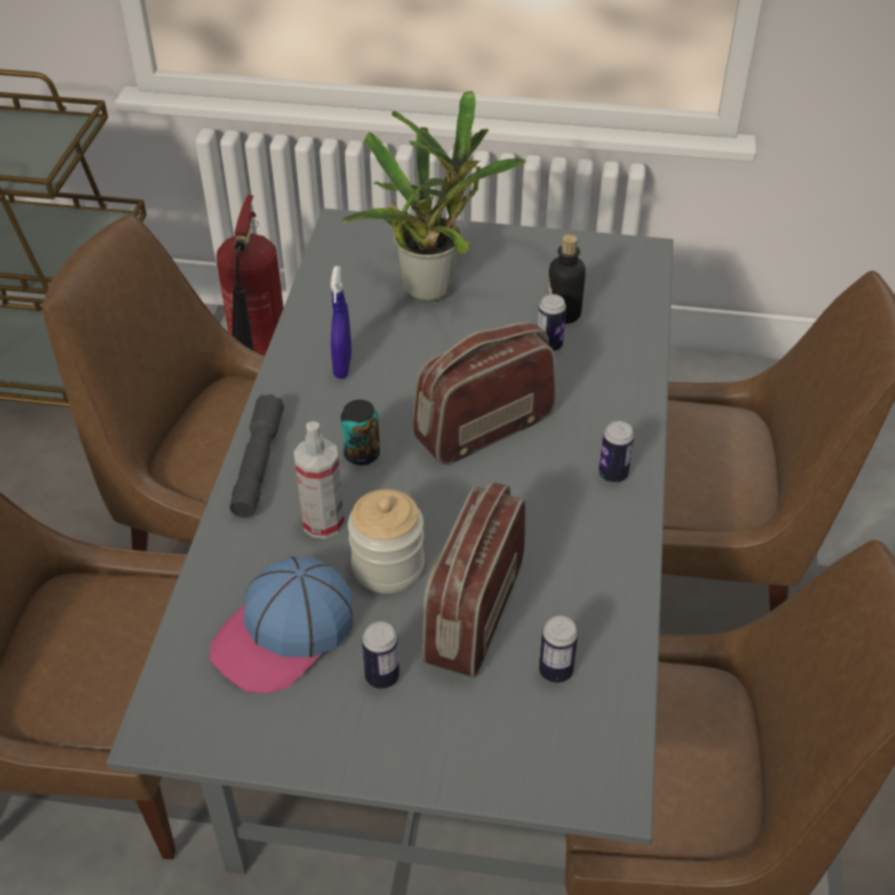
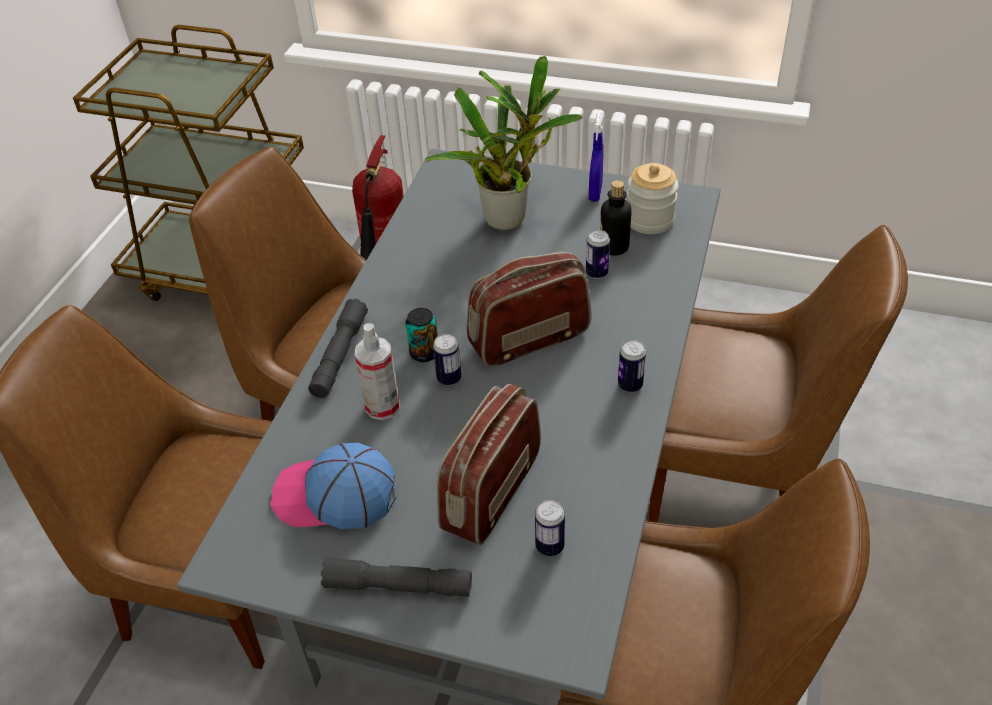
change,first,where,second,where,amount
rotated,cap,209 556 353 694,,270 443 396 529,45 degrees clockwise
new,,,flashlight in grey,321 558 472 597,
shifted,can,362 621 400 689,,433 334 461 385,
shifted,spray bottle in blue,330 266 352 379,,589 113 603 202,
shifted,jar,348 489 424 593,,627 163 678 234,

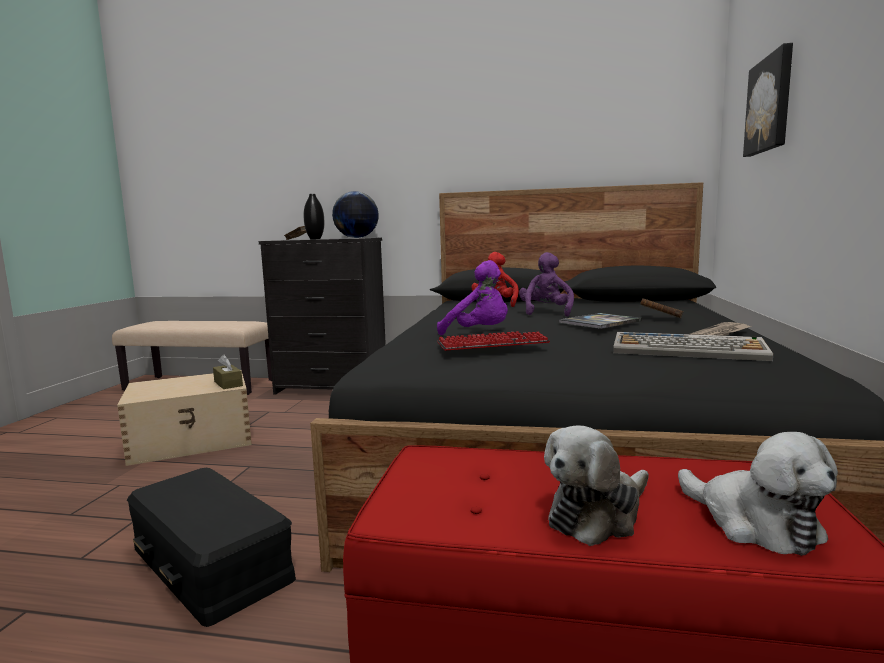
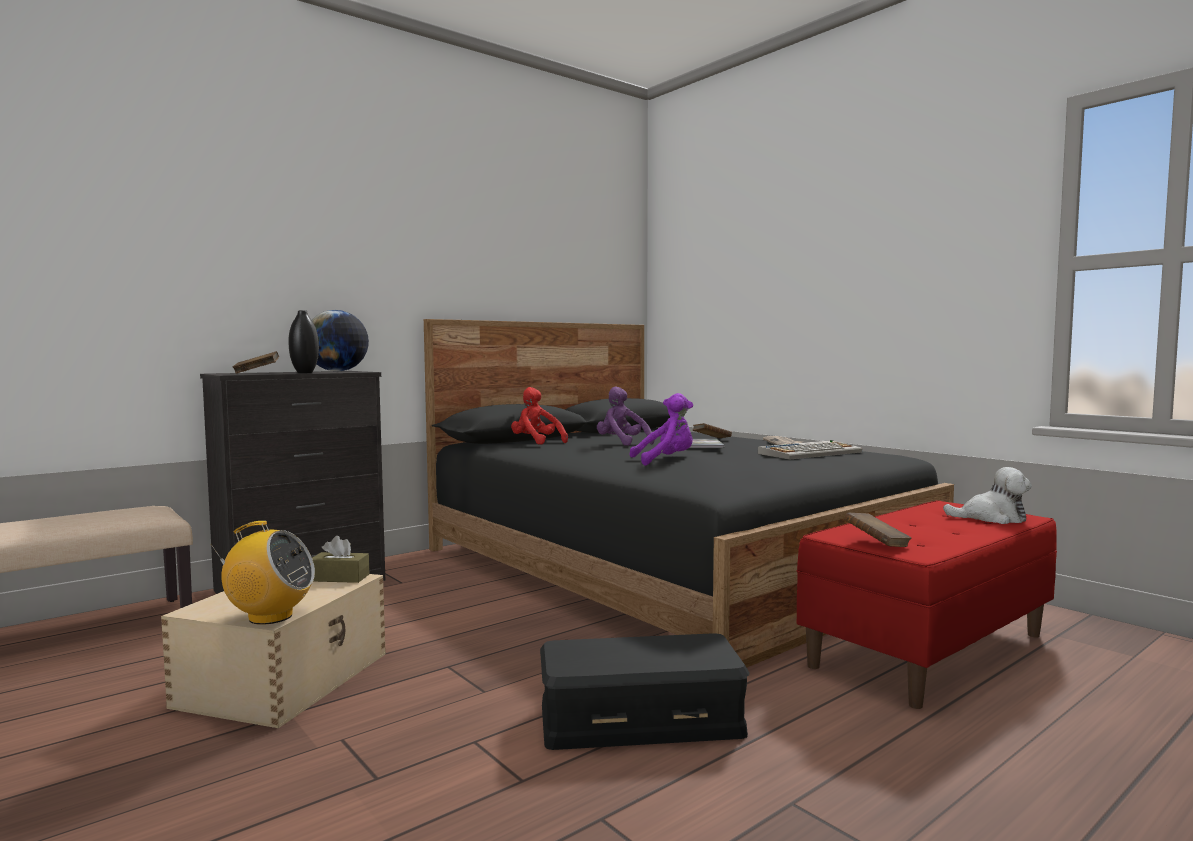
change,first,where,second,where,amount
new,,,radio,210 521 315 625,
new,,,book in brown,844 513 912 547,
gone,keyboard,437 331 550 351,,,
gone,plush toy,544 425 649 546,,,
gone,picture,743 43 793 157,,,

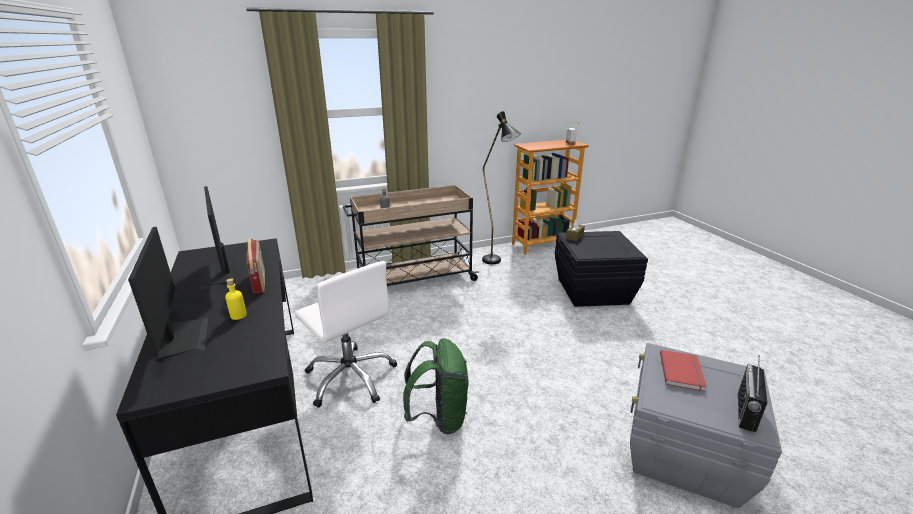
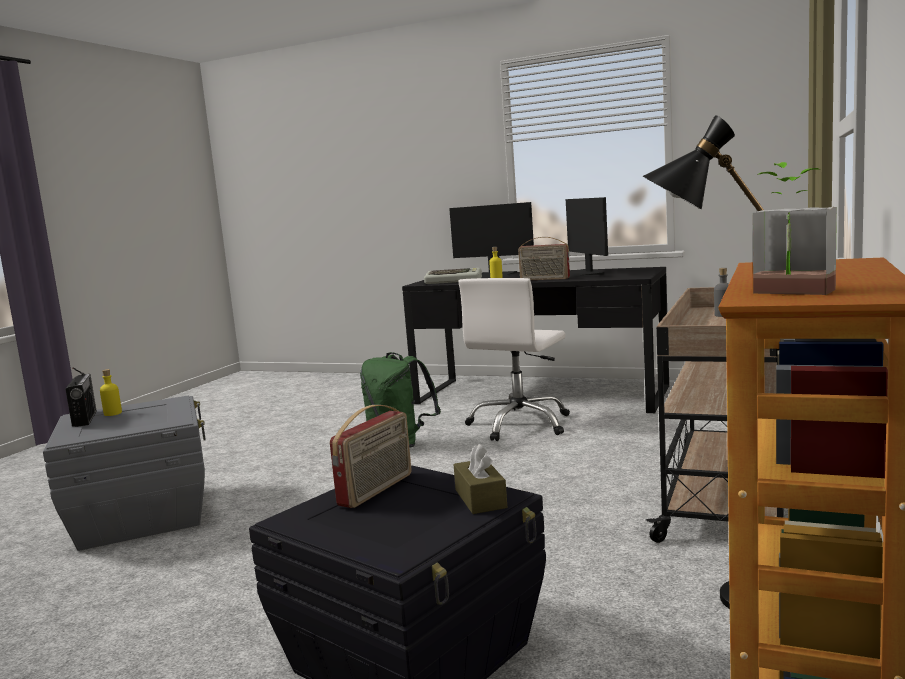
change,first,where,second,where,amount
new,,,bottle in yellow,100 369 122 416,
new,,,radio,330 405 412 508,
new,,,keyboard,424 268 482 284,
rotated,office chair in white,295 261 397 408,,459 278 570 441,60 degrees counterclockwise
rotated,monitor,199 186 235 290,,566 197 608 278,120 degrees counterclockwise
gone,book in red,660 350 707 391,,,

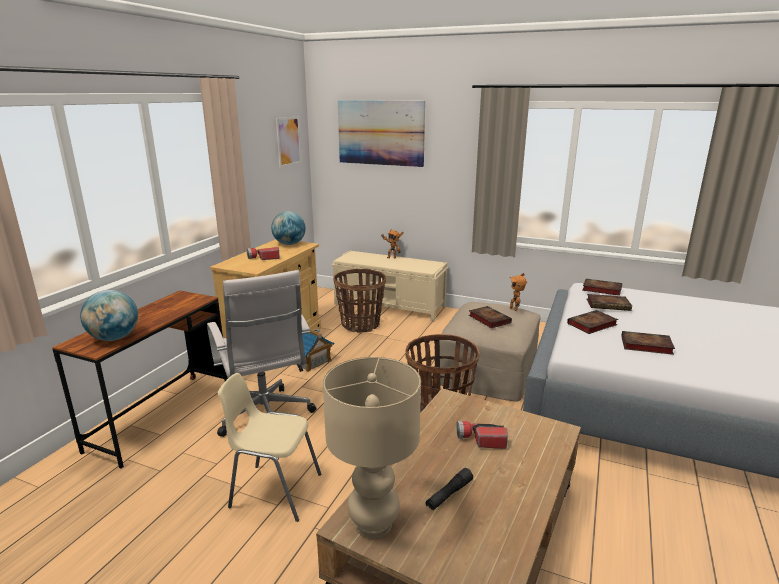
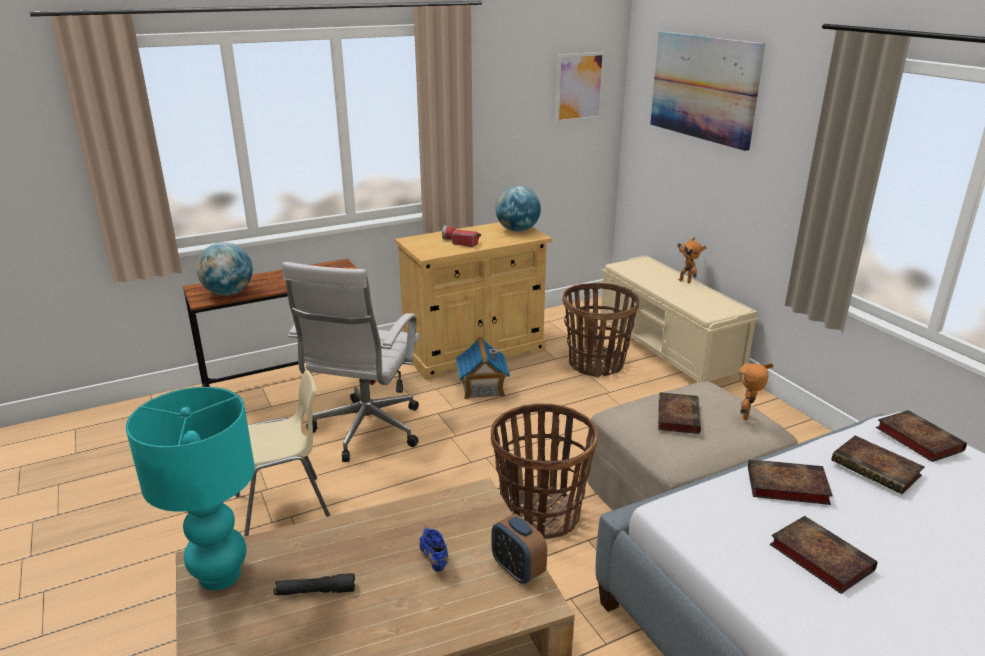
change,first,where,second,where,amount
repainted,table lamp in beige,323 357 421 539,table lamp in turquoise,126 387 255 590,
rotated,chair in beige,218 373 321 522,,235 370 330 536,105 degrees clockwise
swapped,flashlight,456 421 508 449,shoe in blue,419 526 448 572,
new,,,alarm clock,492 514 547 584,

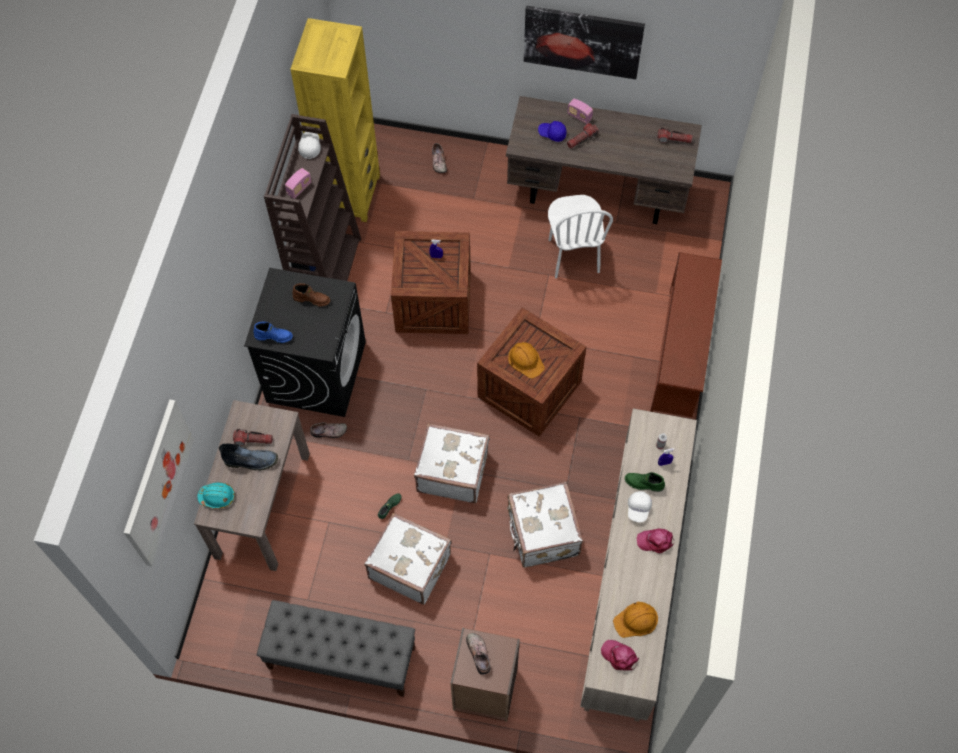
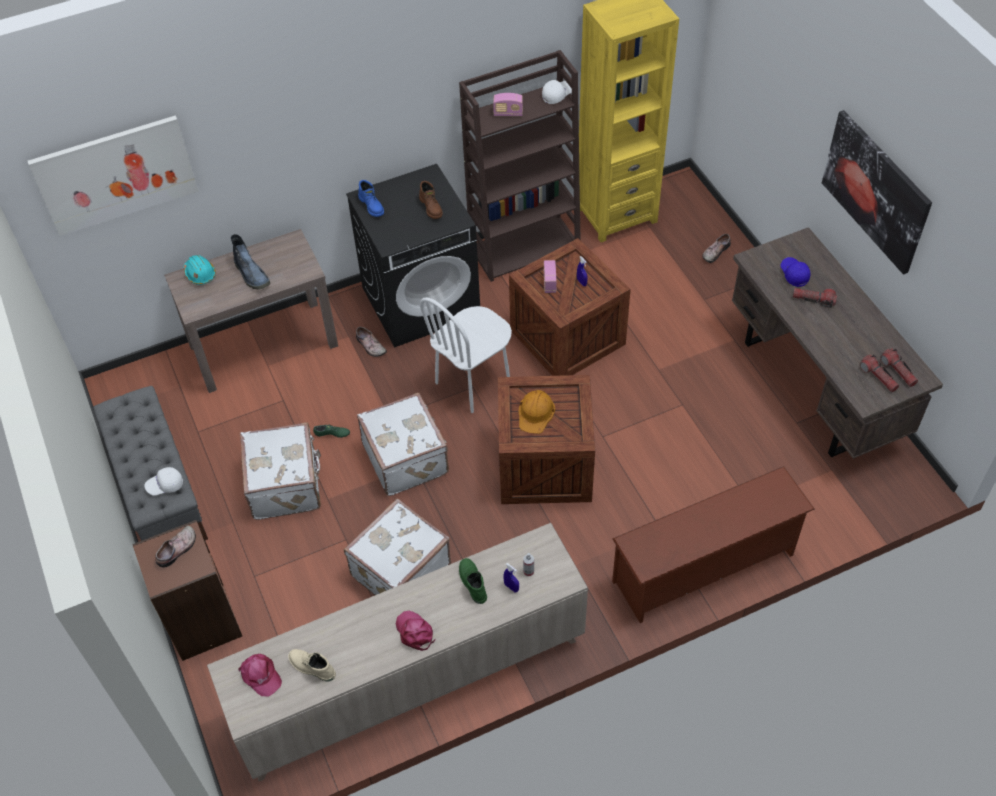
change,first,where,second,where,amount
shifted,cap in white,628 491 652 522,,144 467 183 496,
rotated,cap in pink,601 640 639 671,,239 654 282 697,135 degrees clockwise
swapped,hard hat in orange,613 602 658 638,boot in beige,288 649 336 681,
shifted,chair in white,548 195 613 278,,420 297 512 413,
shifted,radio,567 99 593 124,,544 260 556 293,
shifted,flashlight,233 429 273 446,,860 354 899 392,

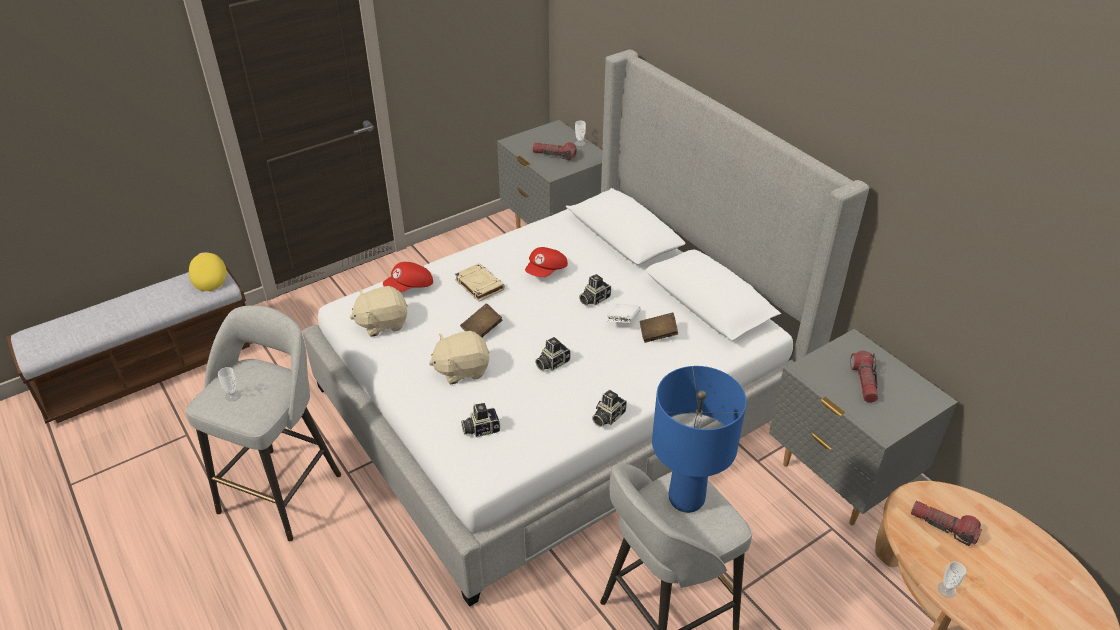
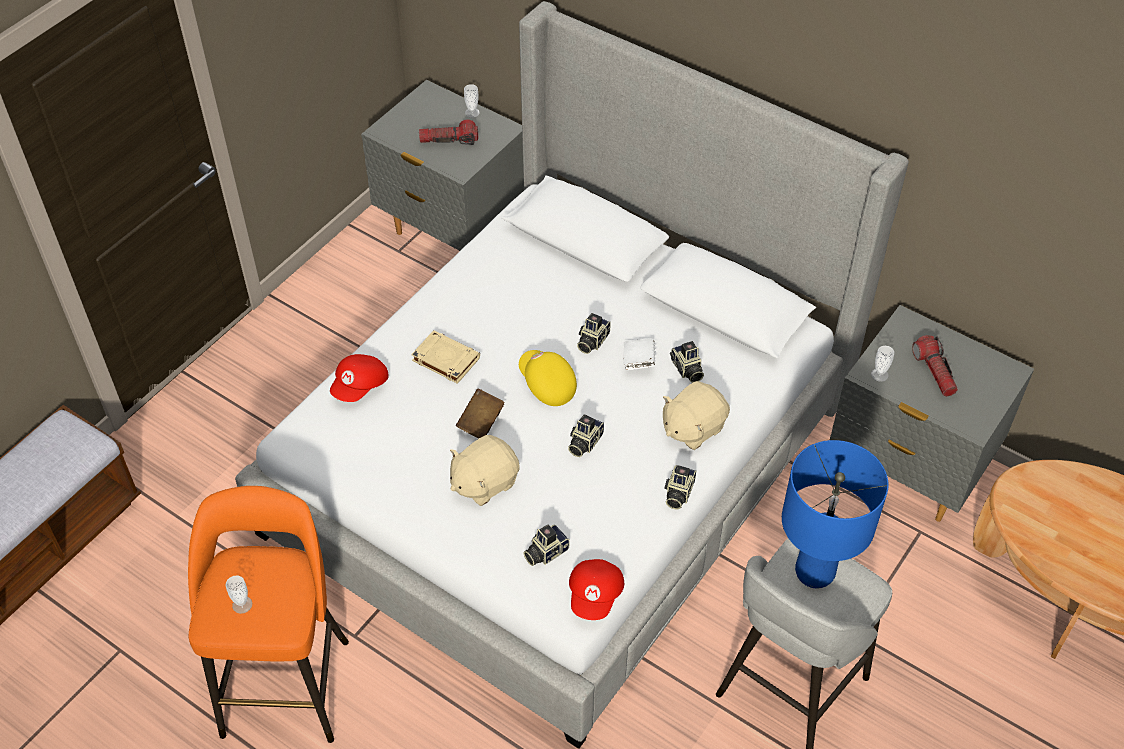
change,first,where,second,where,amount
repainted,stool in grey,186 305 341 541,stool in orange,188 486 349 743,
shifted,cap in yellow,189 252 227 291,,519 350 577 406,
shifted,cap in red,525 247 568 277,,569 559 624 620,
shifted,plush toy in beige,350 286 408 337,,663 381 730 450,
swapped,book in brown,640 312 678 343,photo camera,670 341 704 383,
shifted,cup,938 562 966 598,,871 346 894 382,
gone,flashlight,911 500 982 546,,,

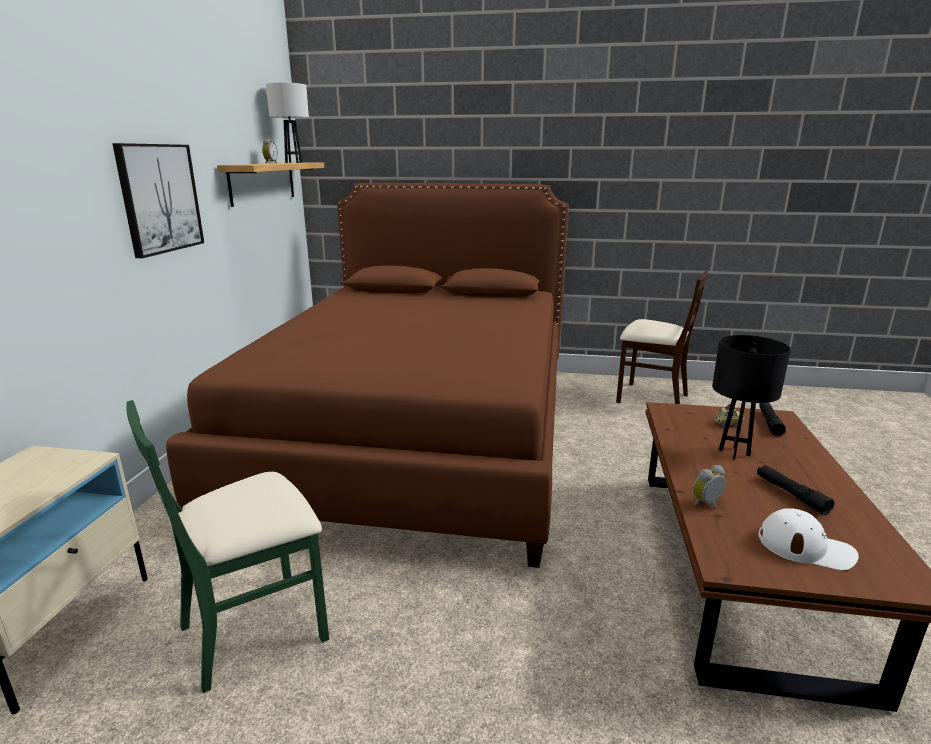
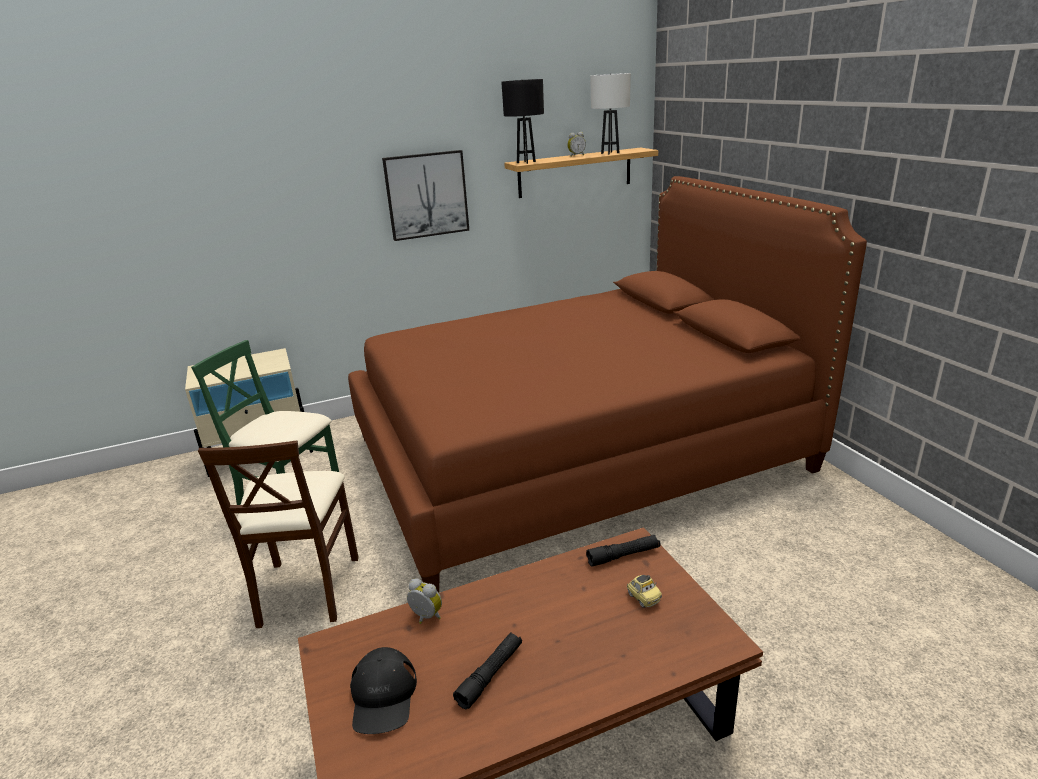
change,first,where,second,where,amount
shifted,chair in beige,616 270 708 404,,198 440 359 628,
repainted,cap in white,758 508 859 570,cap in black,350 647 417 734,
shifted,table lamp in black,712 335 791 460,,501 79 544 164,
shifted,flashlight in black,759 403 786 436,,586 535 660 567,

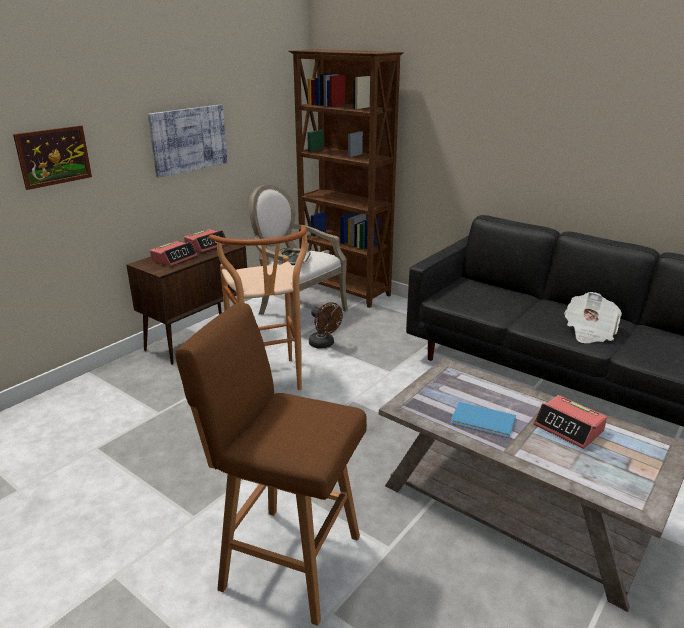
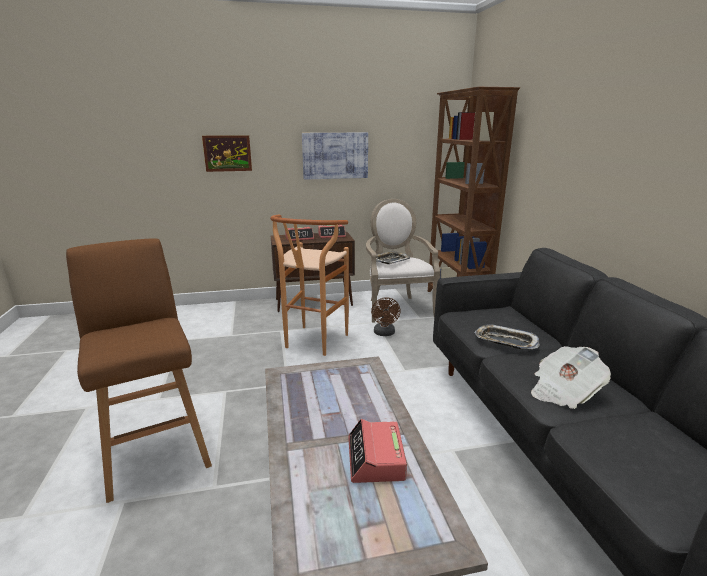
change,first,where,second,where,amount
new,,,tray,475 324 540 349,
gone,book in blue,450 402 516 438,,,

